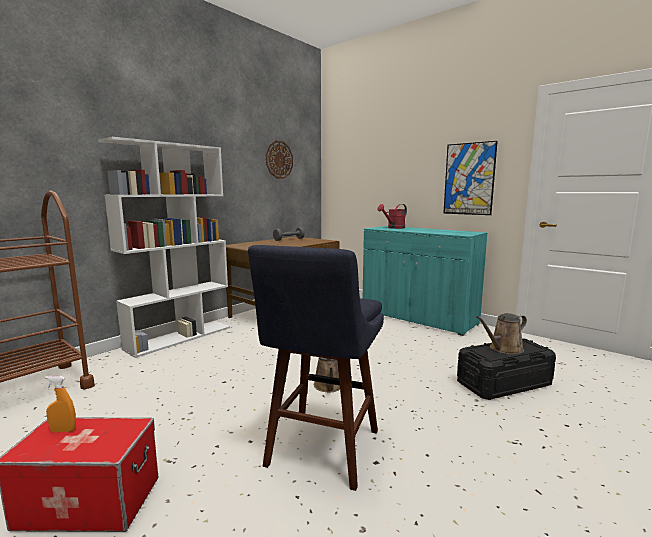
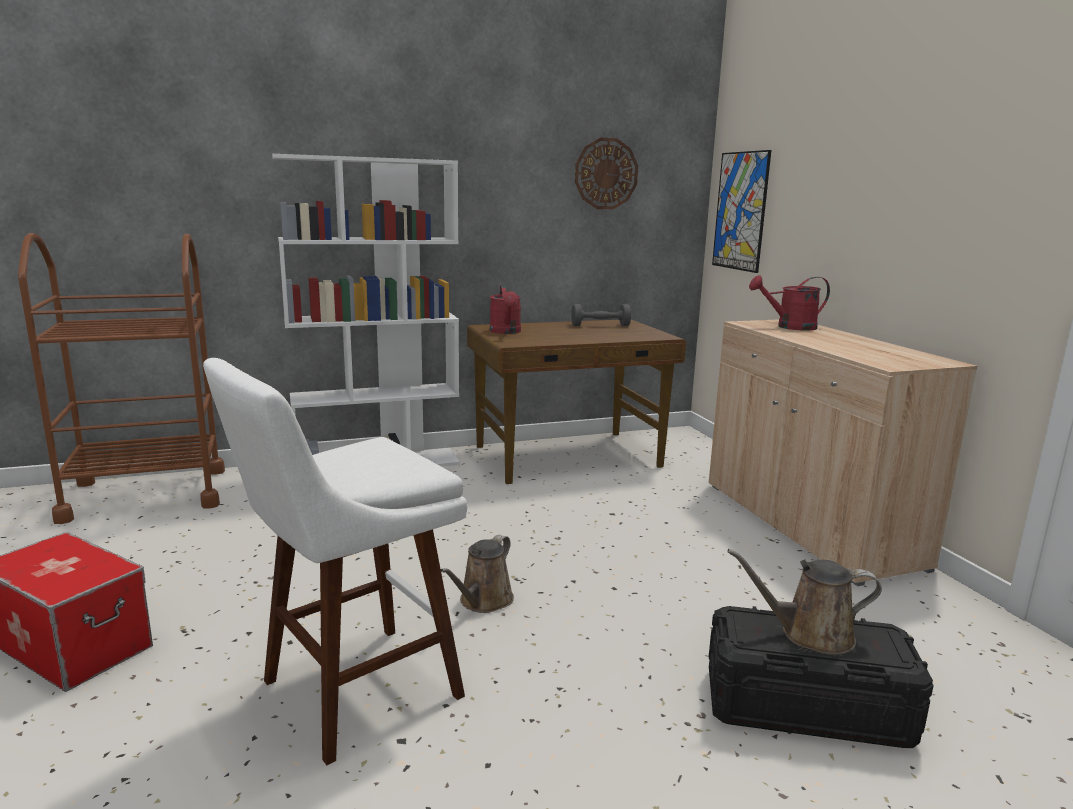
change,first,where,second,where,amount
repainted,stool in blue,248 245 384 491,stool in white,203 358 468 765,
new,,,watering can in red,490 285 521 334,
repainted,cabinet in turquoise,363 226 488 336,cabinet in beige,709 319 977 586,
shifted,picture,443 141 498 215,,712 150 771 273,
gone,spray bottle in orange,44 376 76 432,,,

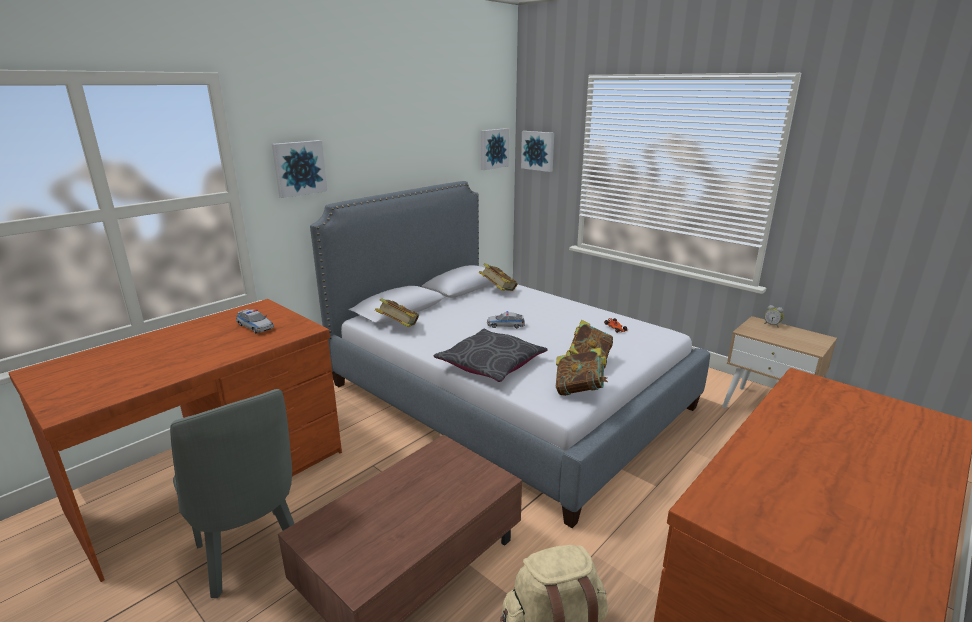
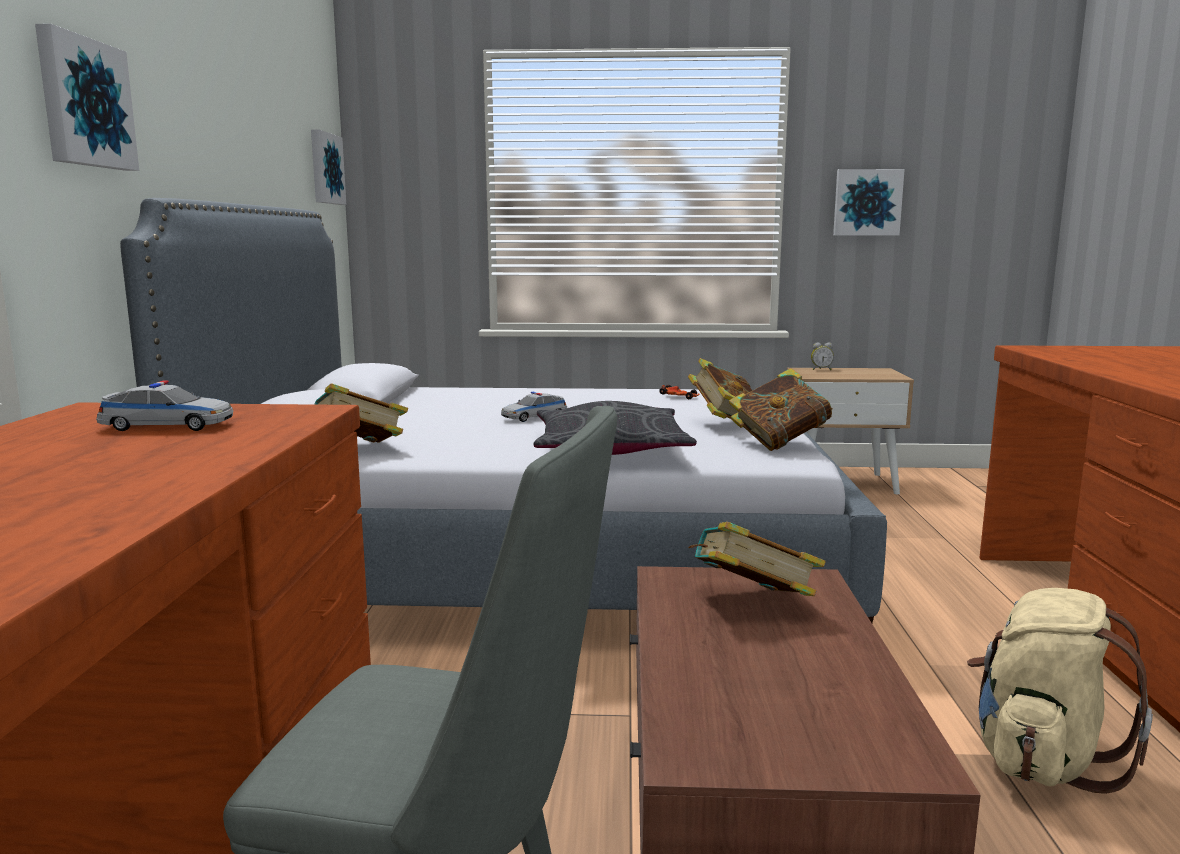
change,first,where,second,where,amount
shifted,book,479 263 518 291,,688 522 826 596,
shifted,picture,521 131 554 172,,833 169 905 236,

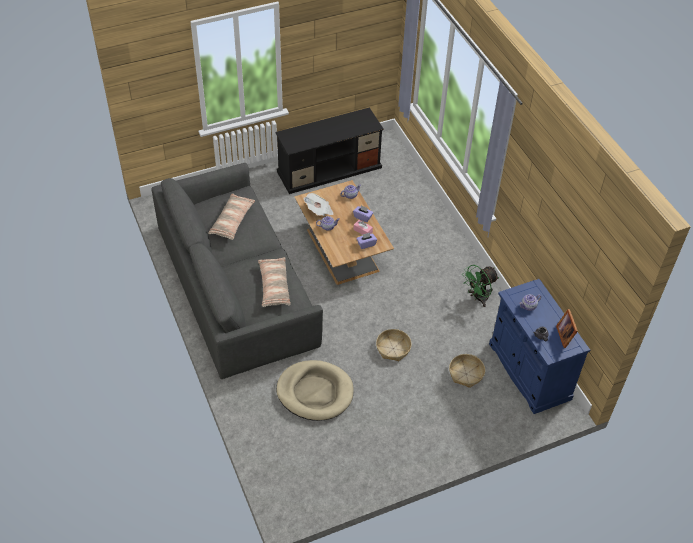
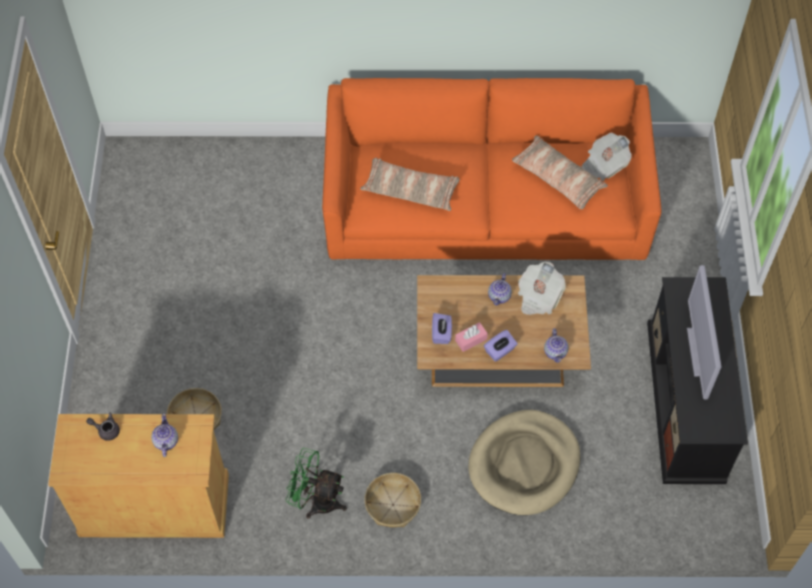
change,first,where,second,where,amount
repainted,cabinet in blue,489 279 590 414,cabinet in beige,48 414 229 538,
rotated,fan in green,462 265 499 307,,285 448 347 518,60 degrees counterclockwise
repainted,sofa in grey,151 163 323 379,sofa in orange,322 78 661 260,
shifted,basket,376 329 412 361,,365 473 421 527,
shifted,dog bed in beige,276 360 354 421,,468 410 581 515,
new,,,newspaper,581 133 632 181,
new,,,television,687 265 722 400,
gone,picture frame,556 309 578 348,,,

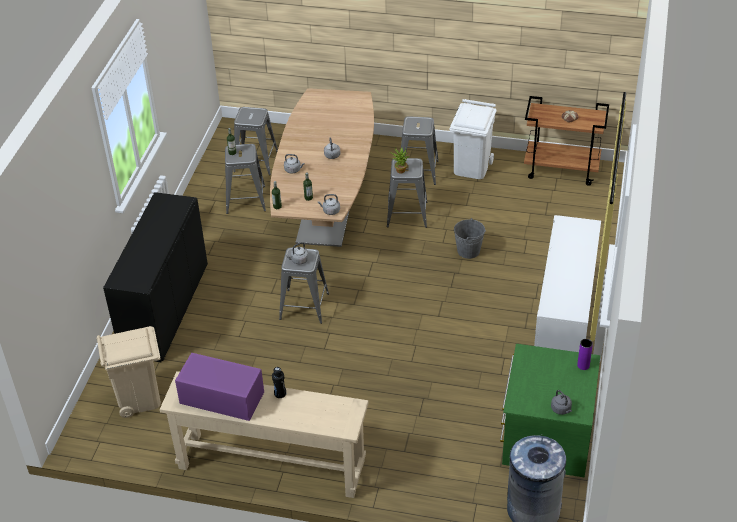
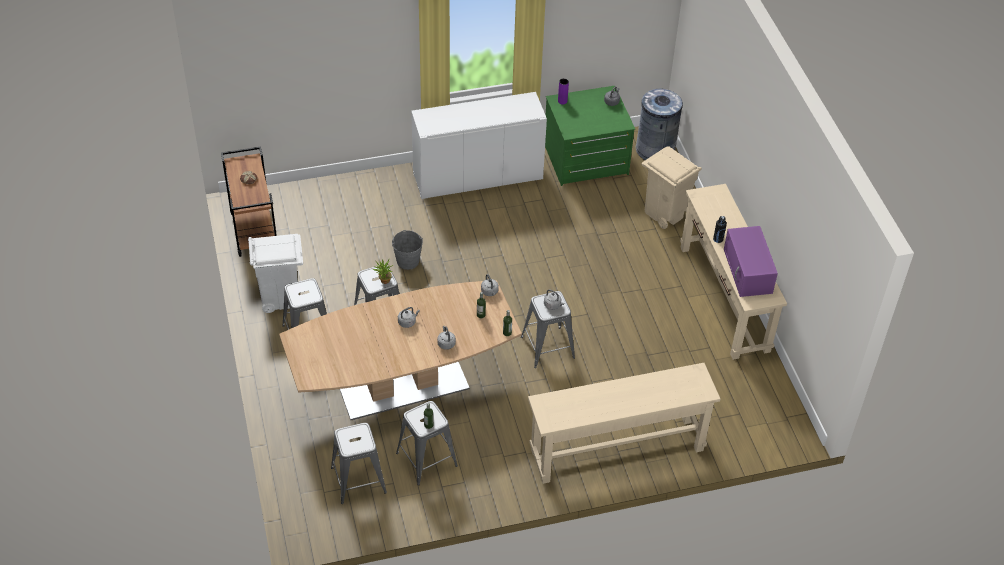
change,first,where,second,where,amount
swapped,cabinet in black,103 192 208 362,console table in beige,528 363 721 484,
shifted,trash can in beige,96 326 161 418,,641 146 702 229,

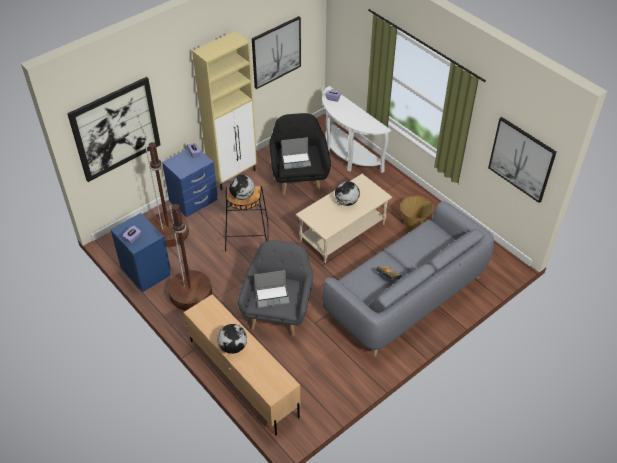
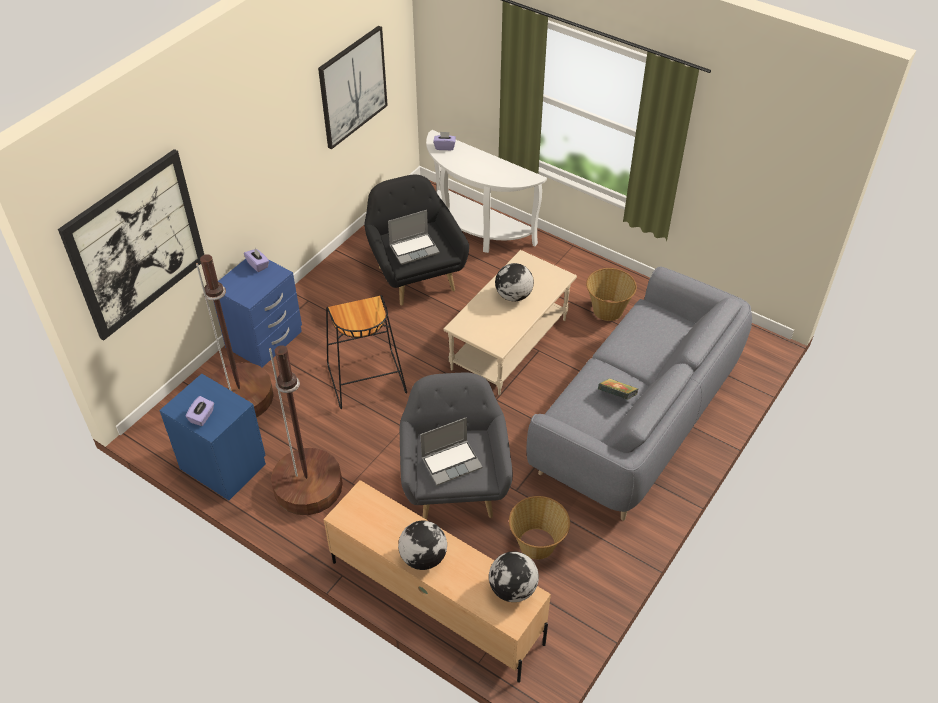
change,first,where,second,where,amount
shifted,globe,229 175 255 200,,489 552 539 602,
new,,,basket,509 496 570 560,
gone,cabinet in beige,192 31 257 190,,,
gone,picture,488 117 556 203,,,

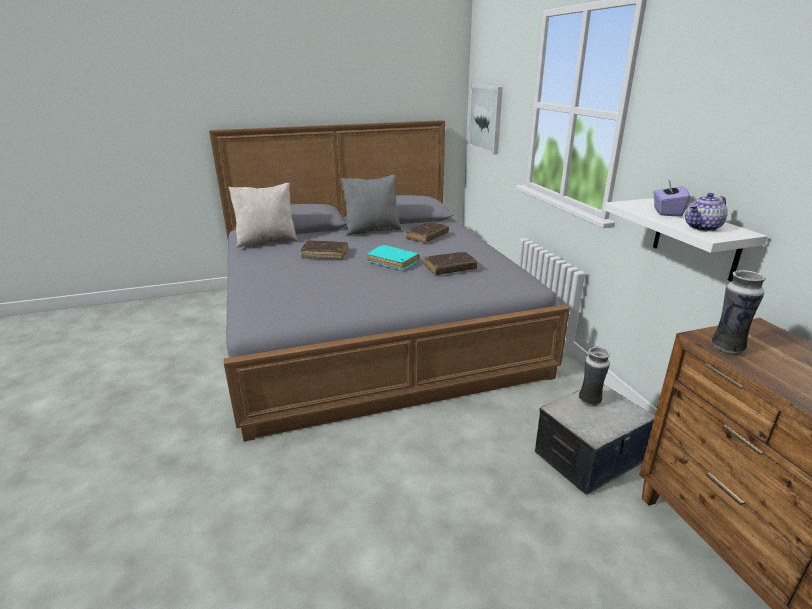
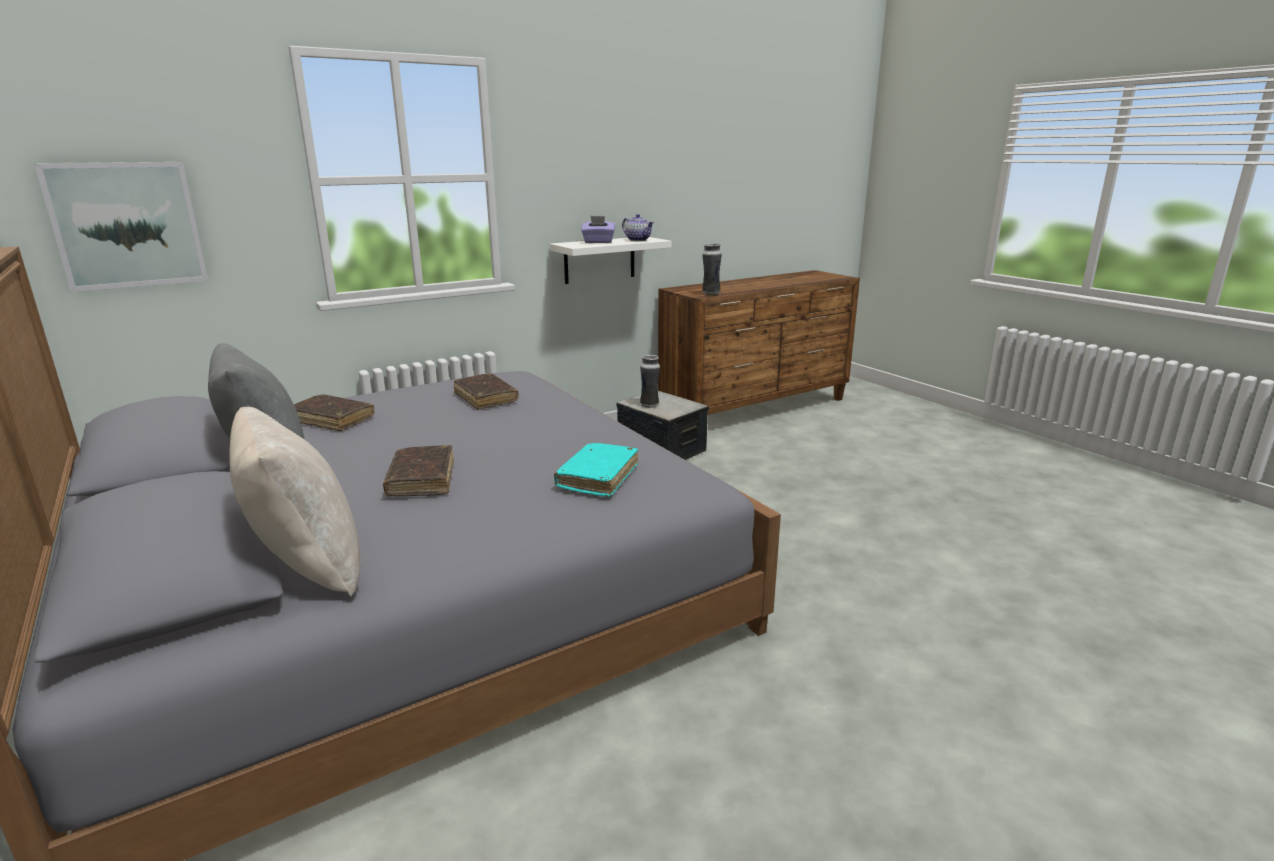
change,first,where,second,where,amount
shifted,book in turquoise,367 245 419 271,,554 443 638 497,

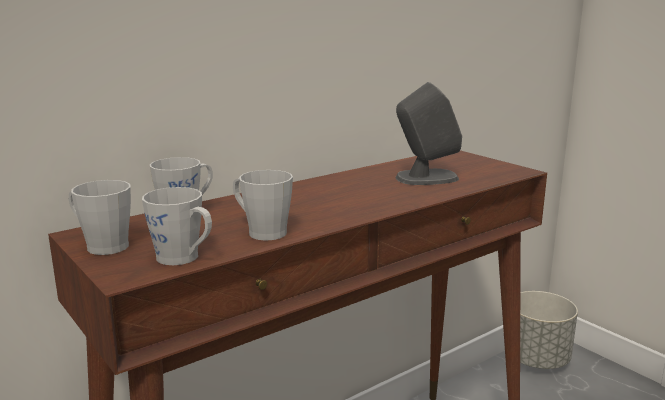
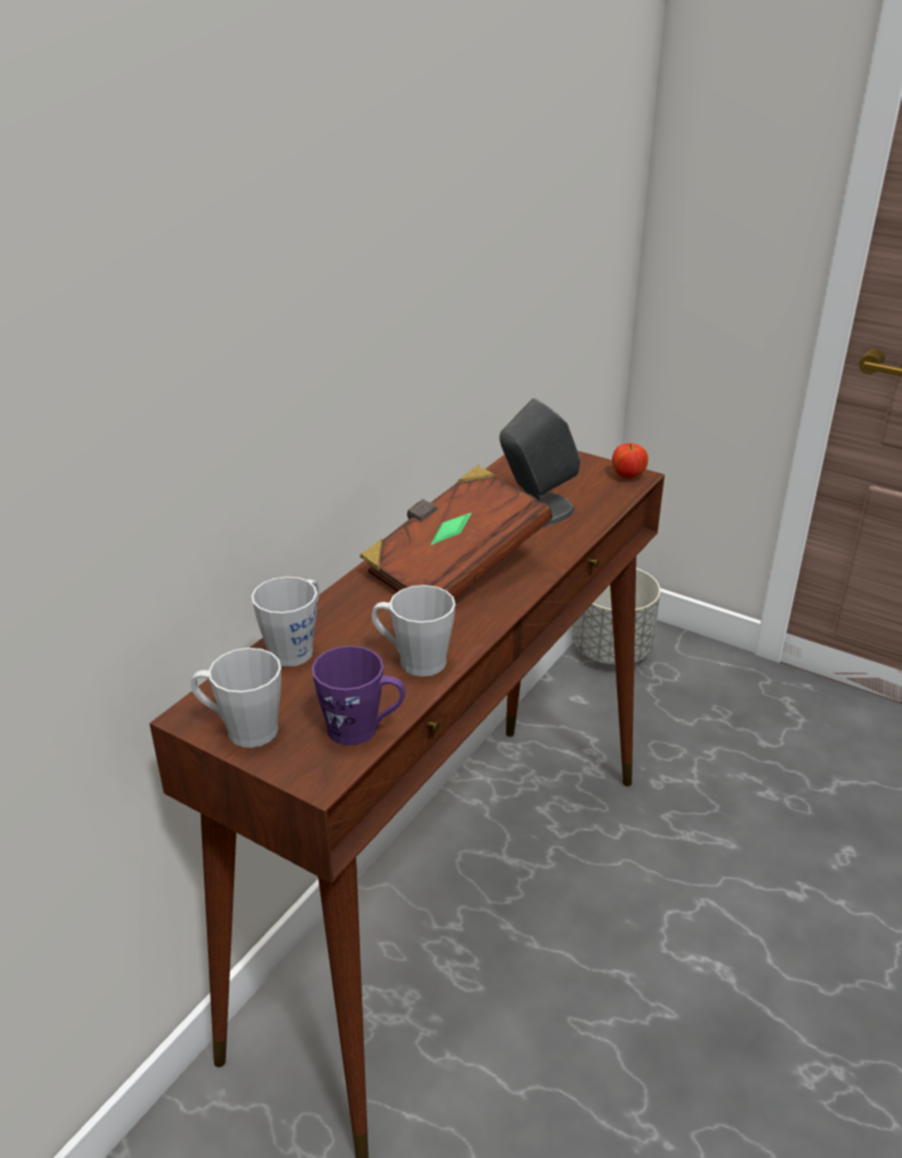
change,first,where,second,where,amount
repainted,mug in grey,142 187 212 265,mug in purple,312 646 405 745,
new,,,book in brown,360 465 552 599,
new,,,apple,612 443 648 479,

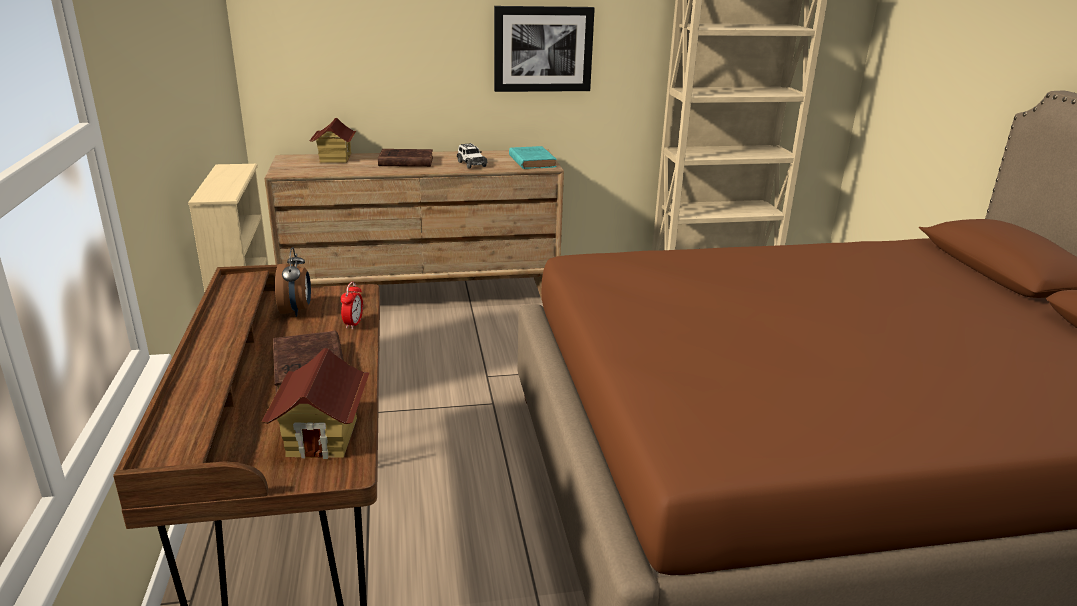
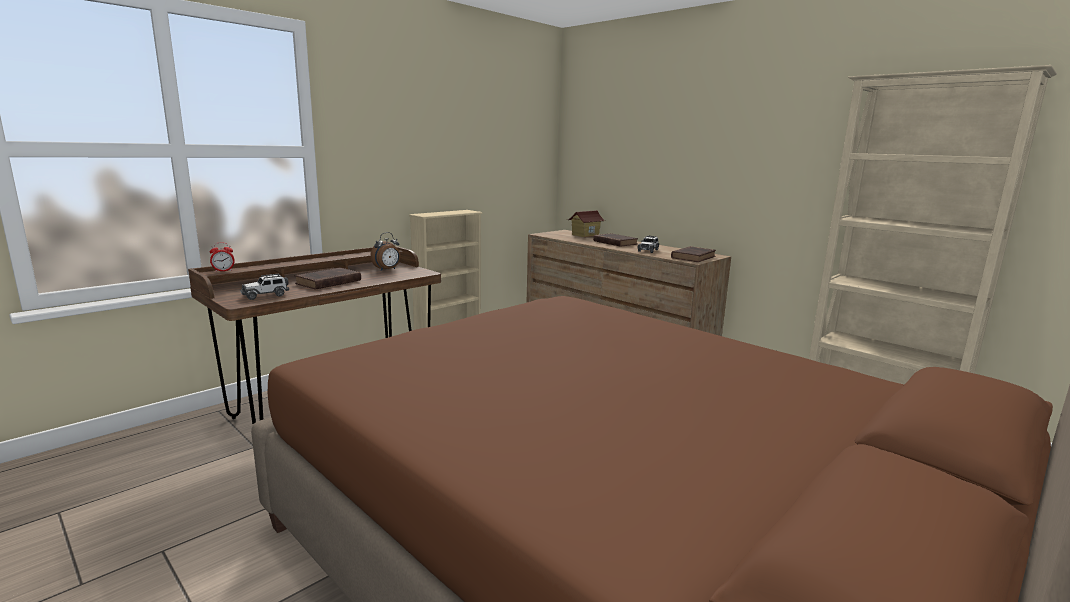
change,first,where,second,where,amount
shifted,alarm clock,341 282 363 329,,210 243 234 272,
swapped,toy house,261 348 370 459,toy car,240 274 289 300,
repainted,book in turquoise,509 146 557 169,book in brown,671 246 716 262,
gone,picture,494 6 595 92,,,

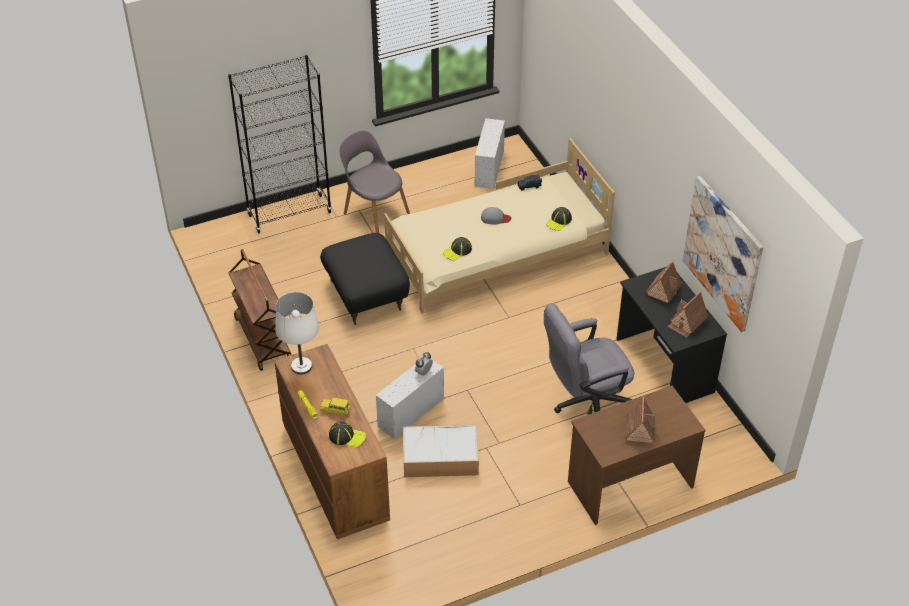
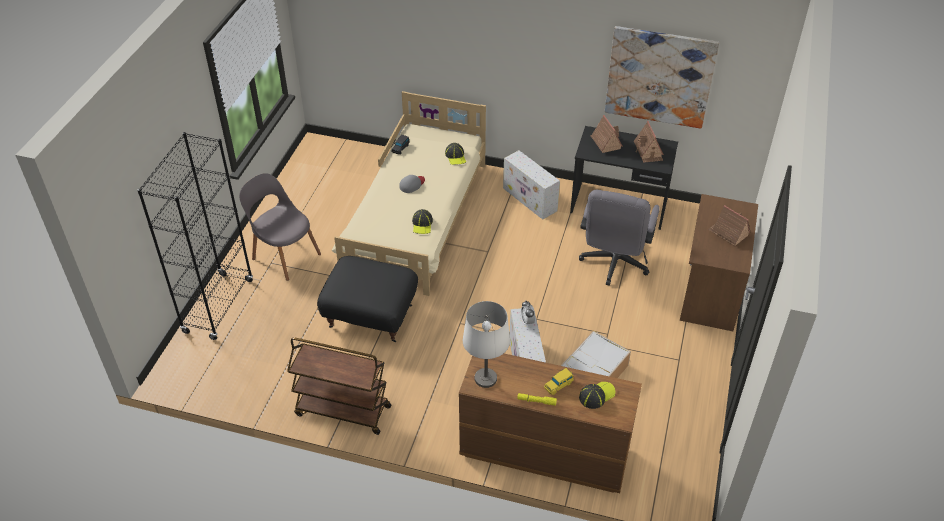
change,first,where,second,where,amount
rotated,chair in grey,340 131 410 233,,239 173 321 281,45 degrees clockwise
shifted,storage box in white,475 118 505 189,,503 150 560 219,

